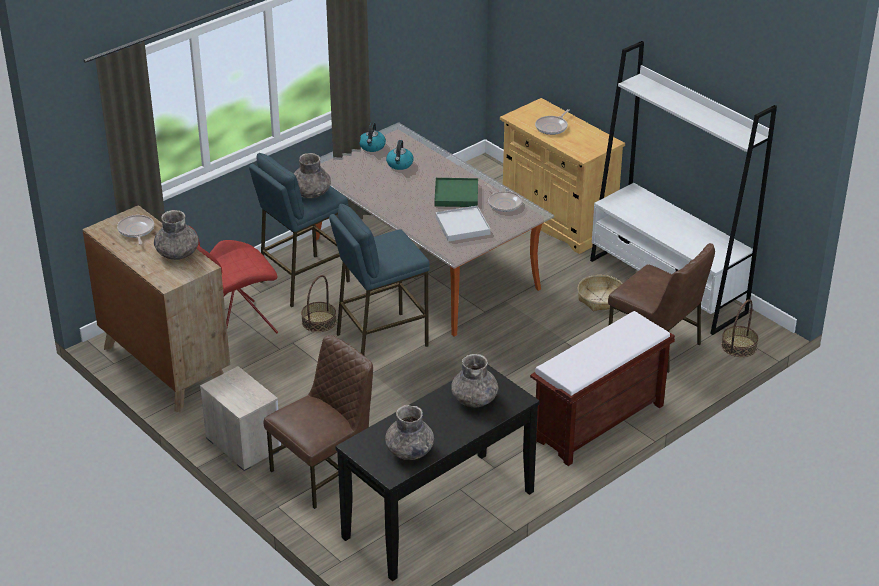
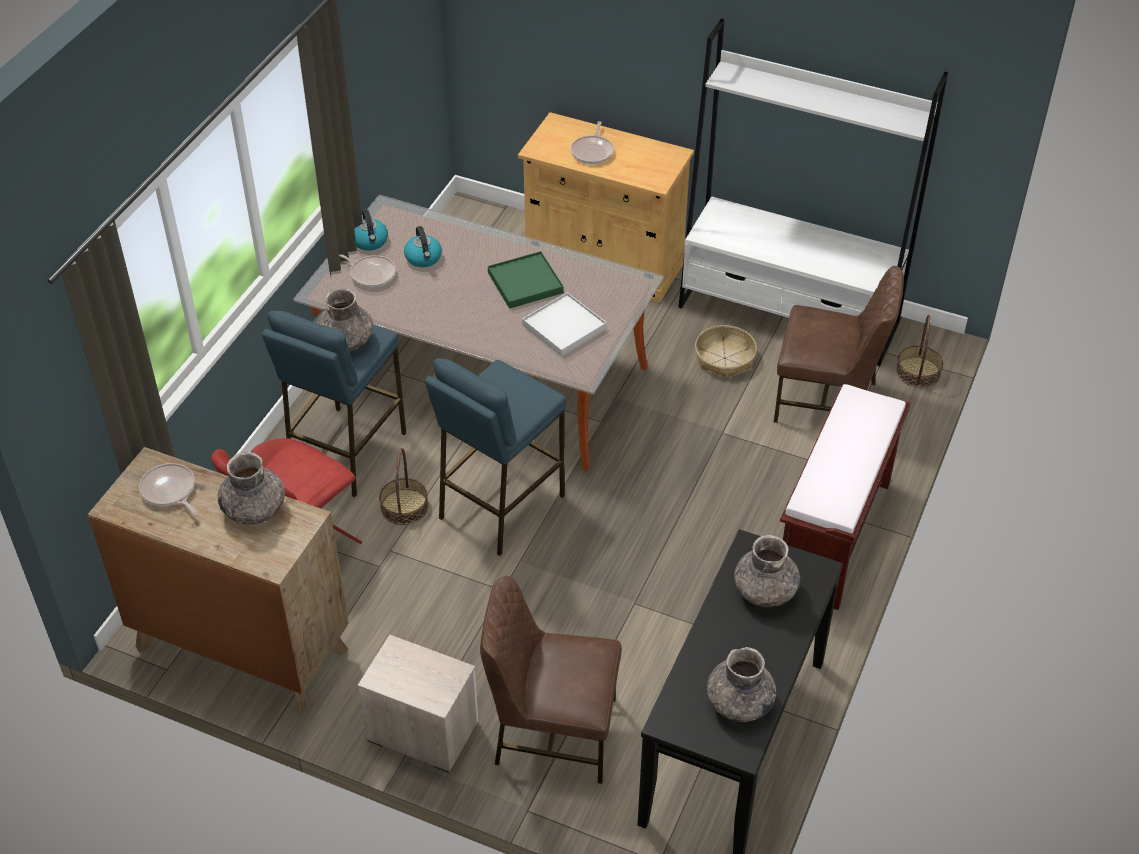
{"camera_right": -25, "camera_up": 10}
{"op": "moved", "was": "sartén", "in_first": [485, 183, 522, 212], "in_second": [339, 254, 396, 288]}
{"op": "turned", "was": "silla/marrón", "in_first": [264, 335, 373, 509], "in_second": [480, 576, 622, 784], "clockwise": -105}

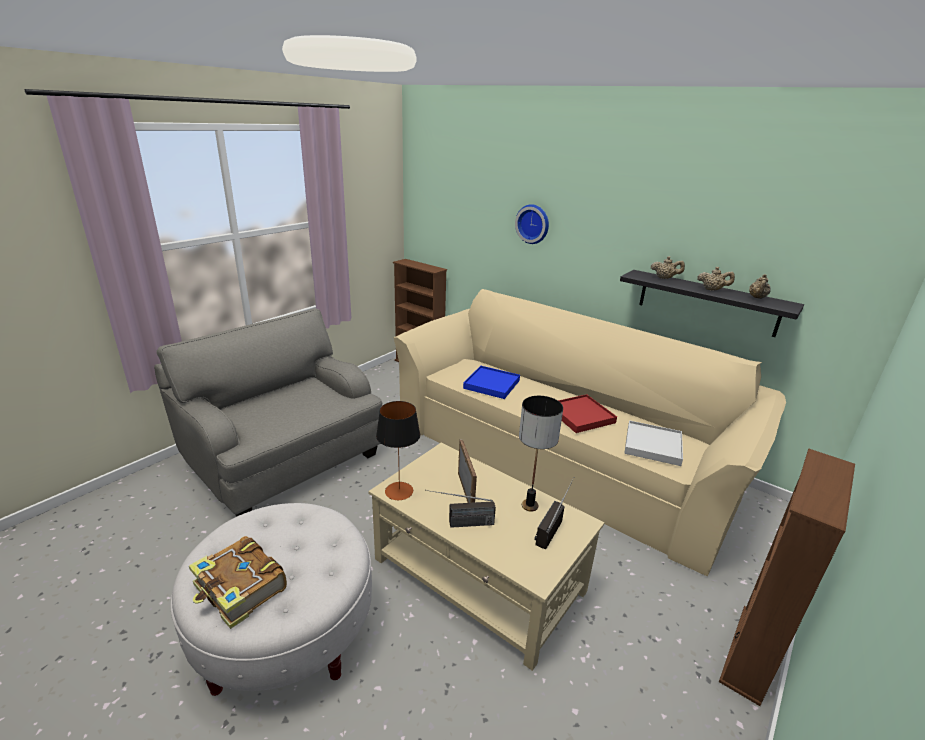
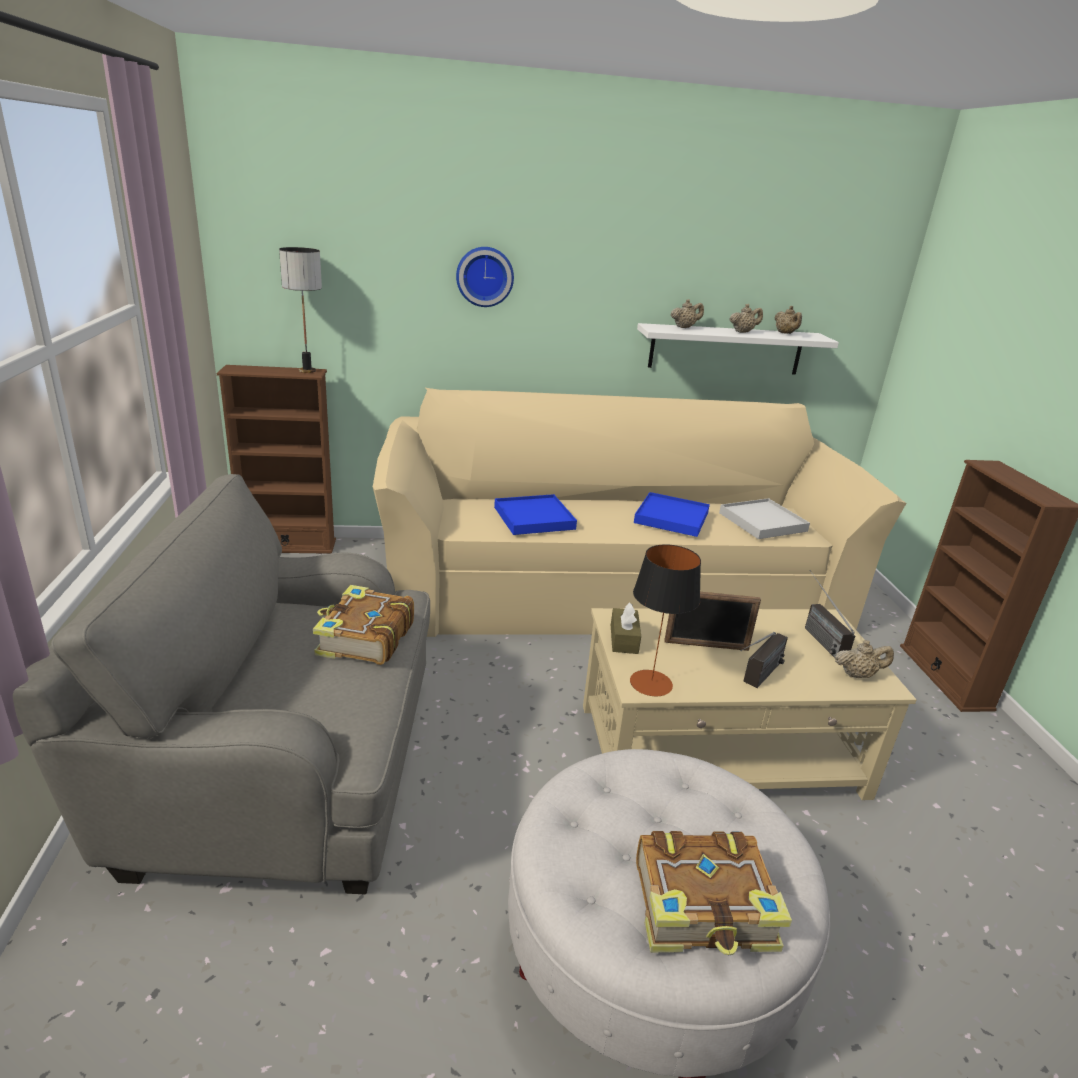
{"camera_right": -45, "camera_up": 0}
{"op": "recoloured", "was": "estante/negro", "now": "estante/blanco", "in_first": [620, 270, 804, 337], "in_second": [637, 323, 839, 375]}
{"op": "recoloured", "was": "bandeja/rojo", "now": "bandeja/azul", "in_first": [558, 394, 617, 433], "in_second": [634, 492, 710, 537]}
{"op": "moved", "was": "lámpara de mesa", "in_first": [519, 396, 563, 511], "in_second": [279, 247, 322, 373]}
{"op": "turned", "was": "portarretratos", "in_first": [458, 439, 477, 503], "in_second": [664, 592, 761, 651], "clockwise": 150}
{"op": "added", "now": "libro", "in_second": [313, 585, 414, 665]}
{"op": "added", "now": "caja de pañuelos/marrón", "in_second": [611, 603, 641, 654]}
{"op": "added", "now": "tetera/beis", "in_second": [835, 640, 894, 678]}

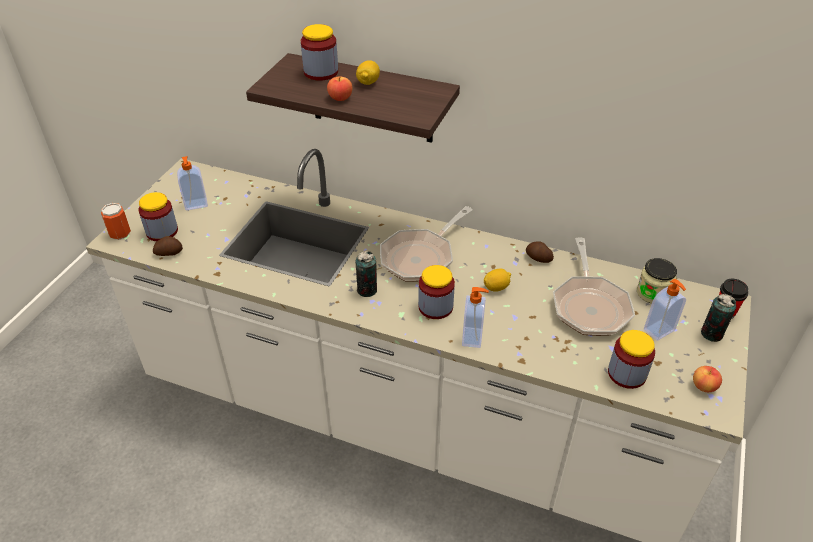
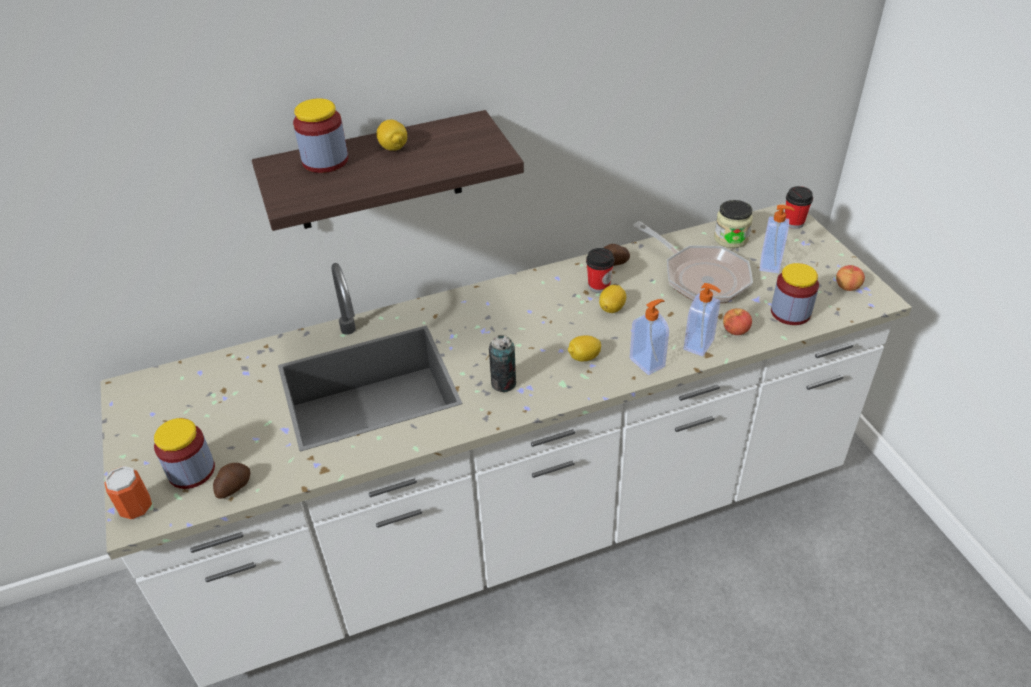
{"camera_right": -40, "camera_up": 0}
{"op": "moved", "was": "manzana", "in_first": [327, 77, 353, 101], "in_second": [723, 308, 752, 335]}
{"op": "moved", "was": "dispensador de jabón", "in_first": [177, 156, 208, 210], "in_second": [684, 283, 721, 357]}
{"op": "removed", "was": "sartén", "in_first": [380, 206, 473, 282]}
{"op": "replaced", "was": "tarro", "now": "limón", "in_first": [418, 265, 455, 319], "in_second": [568, 335, 601, 362]}
{"op": "removed", "was": "lata", "in_first": [701, 294, 736, 342]}
{"op": "added", "now": "taza", "in_second": [586, 248, 614, 293]}

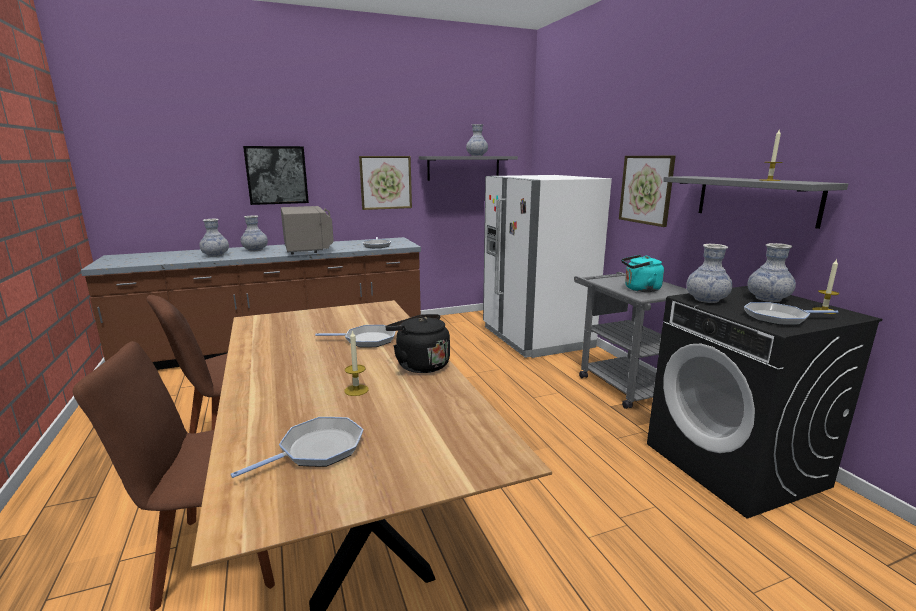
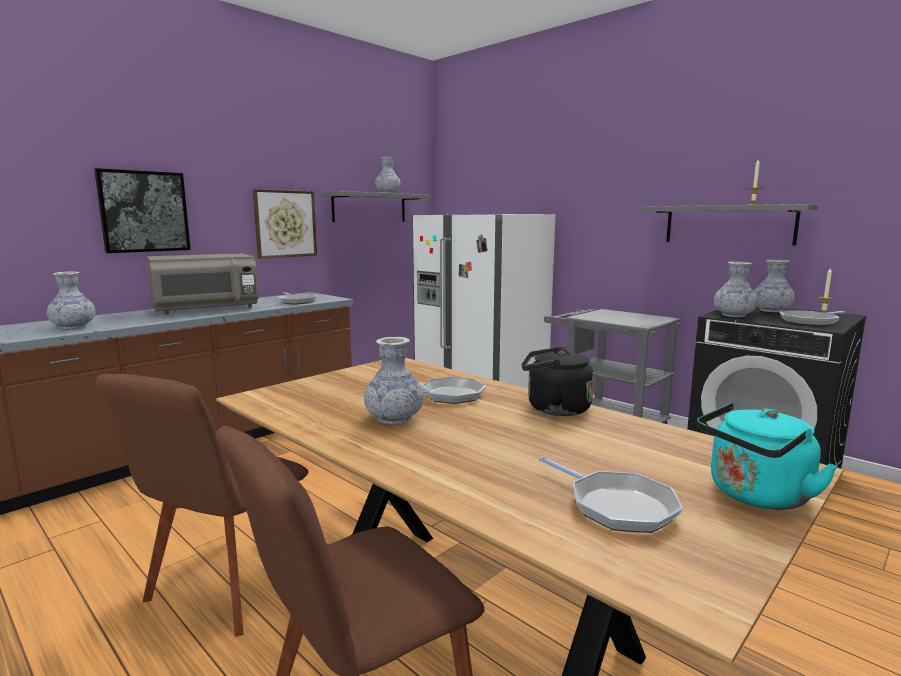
{"camera_right": -25, "camera_up": -5}
{"op": "removed", "was": "cuadro", "in_first": [619, 156, 676, 227]}
{"op": "turned", "was": "microondas/gris", "in_first": [281, 206, 334, 255], "in_second": [147, 254, 259, 314], "clockwise": 105}
{"op": "moved", "was": "florero", "in_first": [241, 215, 268, 251], "in_second": [364, 337, 424, 424]}
{"op": "moved", "was": "hervidor/turquesa", "in_first": [621, 255, 664, 292], "in_second": [697, 403, 838, 510]}
{"op": "removed", "was": "vela", "in_first": [344, 330, 369, 396]}
{"op": "turned", "was": "sartén", "in_first": [231, 417, 363, 478], "in_second": [539, 457, 683, 533], "clockwise": 120}

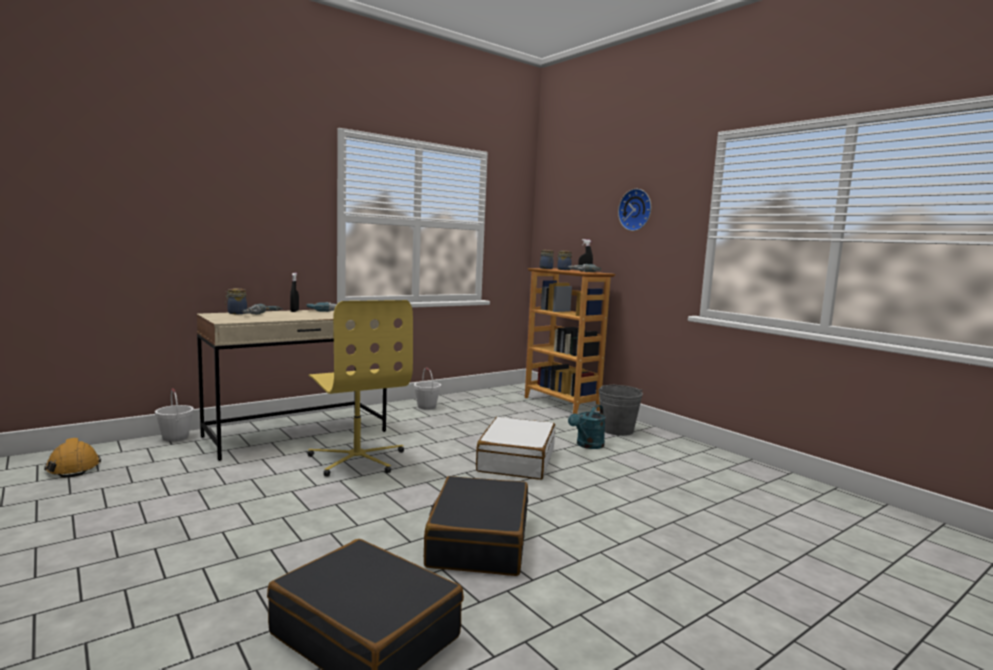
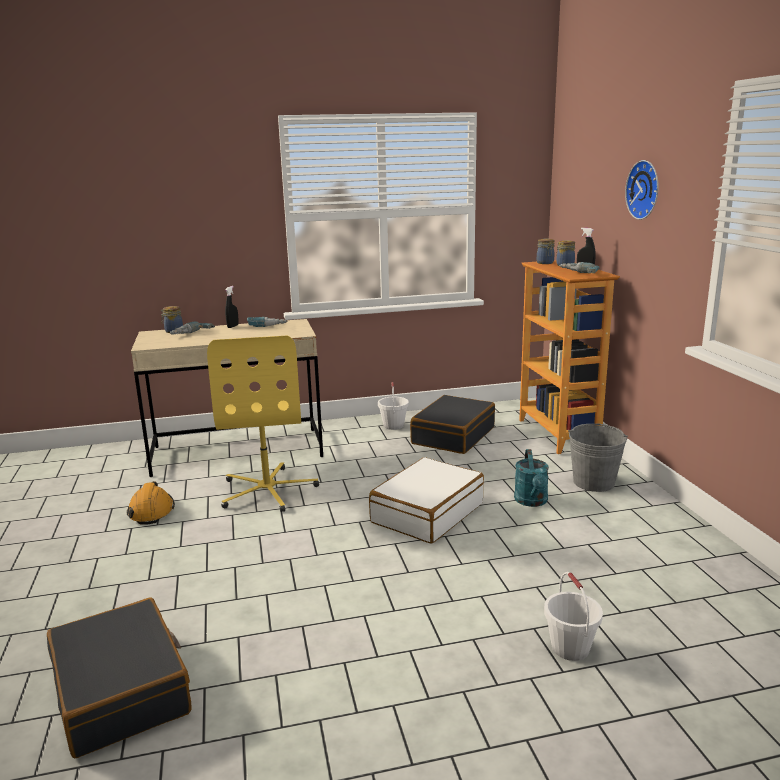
{"camera_right": 25, "camera_up": 10}
{"op": "moved", "was": "cubo/blanco", "in_first": [155, 388, 194, 442], "in_second": [544, 572, 603, 661]}
{"op": "turned", "was": "regadera/turquesa", "in_first": [568, 405, 606, 449], "in_second": [514, 449, 549, 507], "clockwise": -60}
{"op": "moved", "was": "casco/naranja", "in_first": [44, 438, 101, 478], "in_second": [127, 481, 175, 525]}
{"op": "moved", "was": "maleta/negro", "in_first": [424, 476, 528, 576], "in_second": [410, 395, 495, 454]}

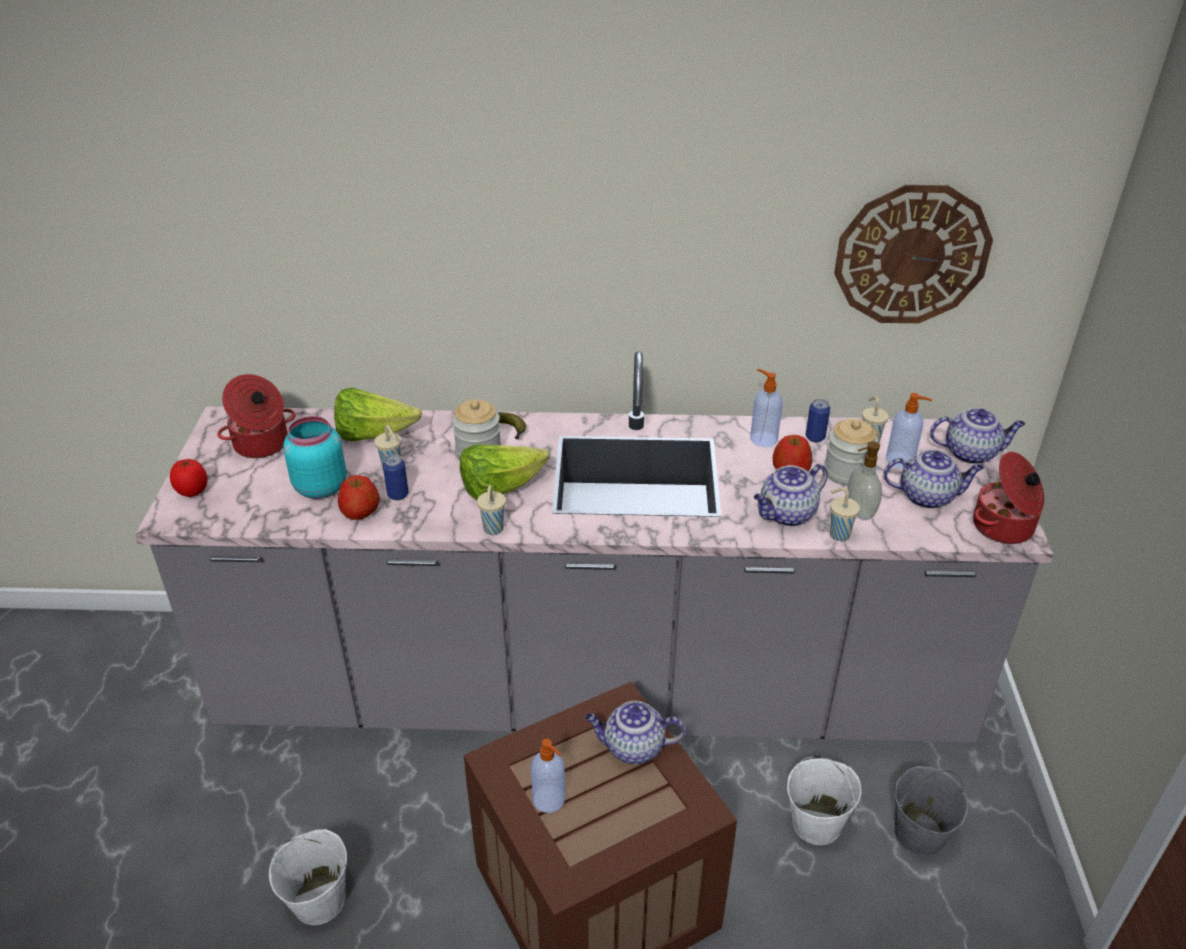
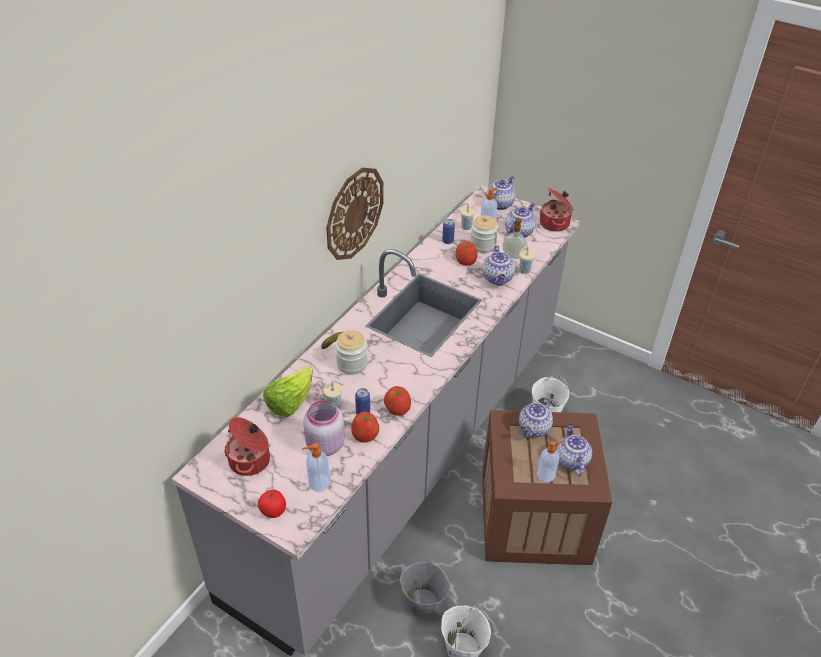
{"camera_right": -60, "camera_up": 5}
{"op": "moved", "was": "reloj de pared", "in_first": [834, 185, 993, 323], "in_second": [326, 168, 384, 260]}
{"op": "moved", "was": "dispensador de jabón", "in_first": [750, 369, 783, 447], "in_second": [302, 443, 330, 492]}
{"op": "recoloured", "was": "tarro/turquesa", "now": "tarro/rosa", "in_first": [283, 416, 347, 499], "in_second": [303, 400, 345, 456]}
{"op": "removed", "was": "lechuga", "in_first": [460, 445, 549, 500]}
{"op": "removed", "was": "taza/beis", "in_first": [477, 485, 506, 535]}
{"op": "moved", "was": "cubo/gris", "in_first": [895, 766, 968, 856], "in_second": [400, 560, 449, 618]}
{"op": "added", "now": "manzana", "in_second": [384, 386, 411, 416]}
{"op": "added", "now": "tetera", "in_second": [557, 423, 592, 476]}

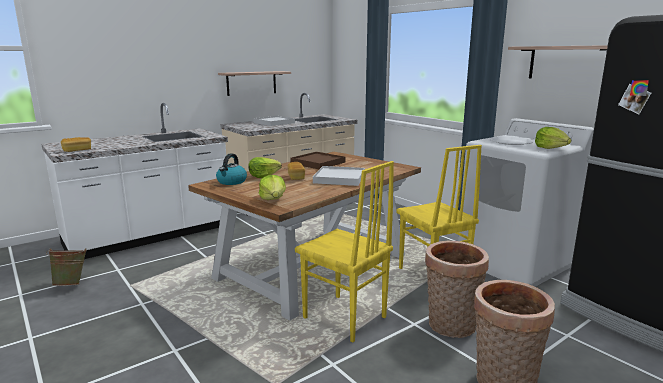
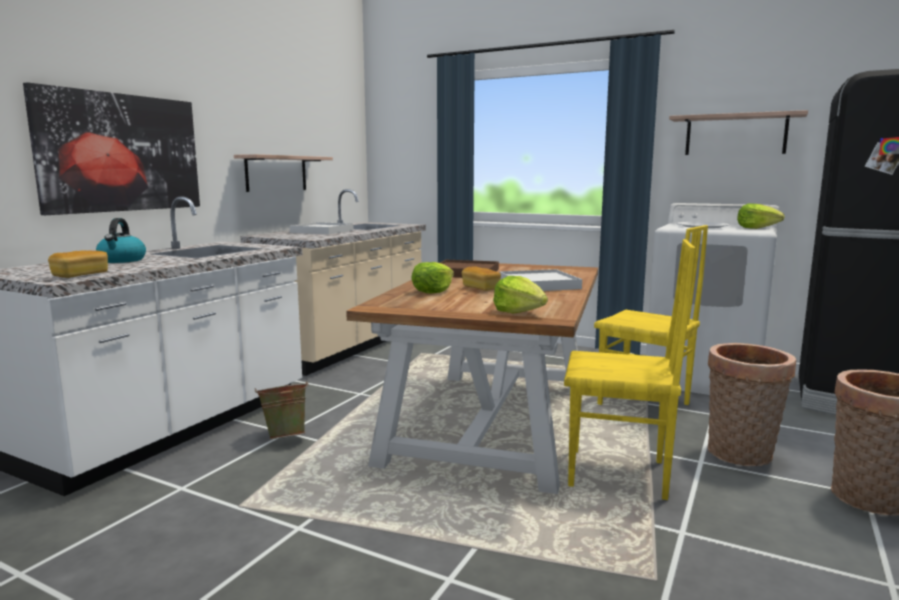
{"camera_right": -25, "camera_up": -5}
{"op": "moved", "was": "hervidor", "in_first": [216, 153, 247, 185], "in_second": [96, 218, 146, 263]}
{"op": "moved", "was": "cubo/verde", "in_first": [46, 248, 87, 286], "in_second": [255, 381, 309, 439]}
{"op": "added", "now": "cuadro", "in_second": [23, 82, 200, 215]}

